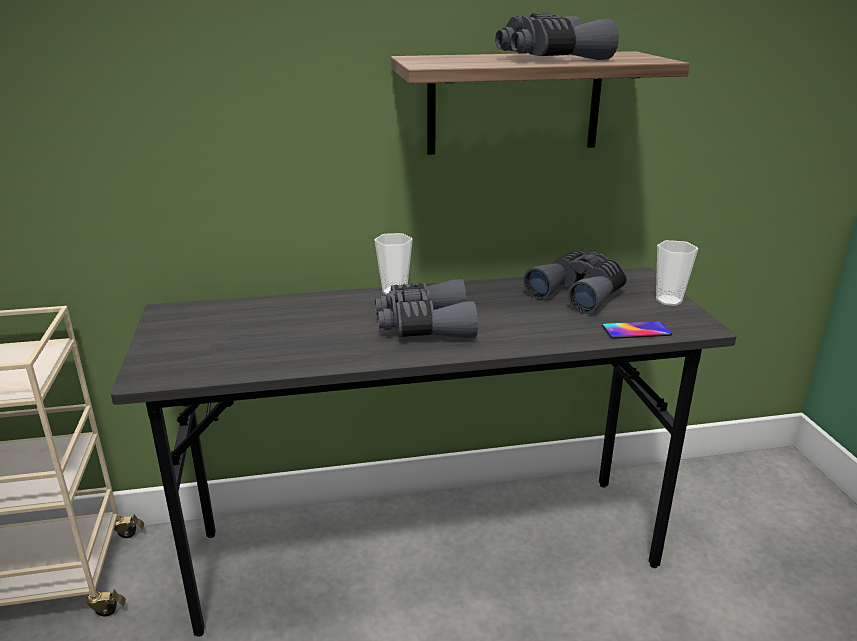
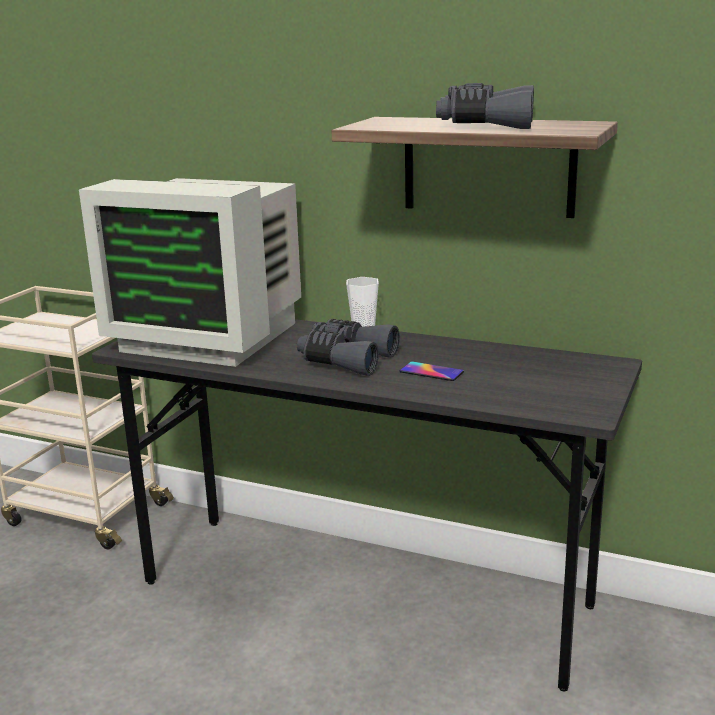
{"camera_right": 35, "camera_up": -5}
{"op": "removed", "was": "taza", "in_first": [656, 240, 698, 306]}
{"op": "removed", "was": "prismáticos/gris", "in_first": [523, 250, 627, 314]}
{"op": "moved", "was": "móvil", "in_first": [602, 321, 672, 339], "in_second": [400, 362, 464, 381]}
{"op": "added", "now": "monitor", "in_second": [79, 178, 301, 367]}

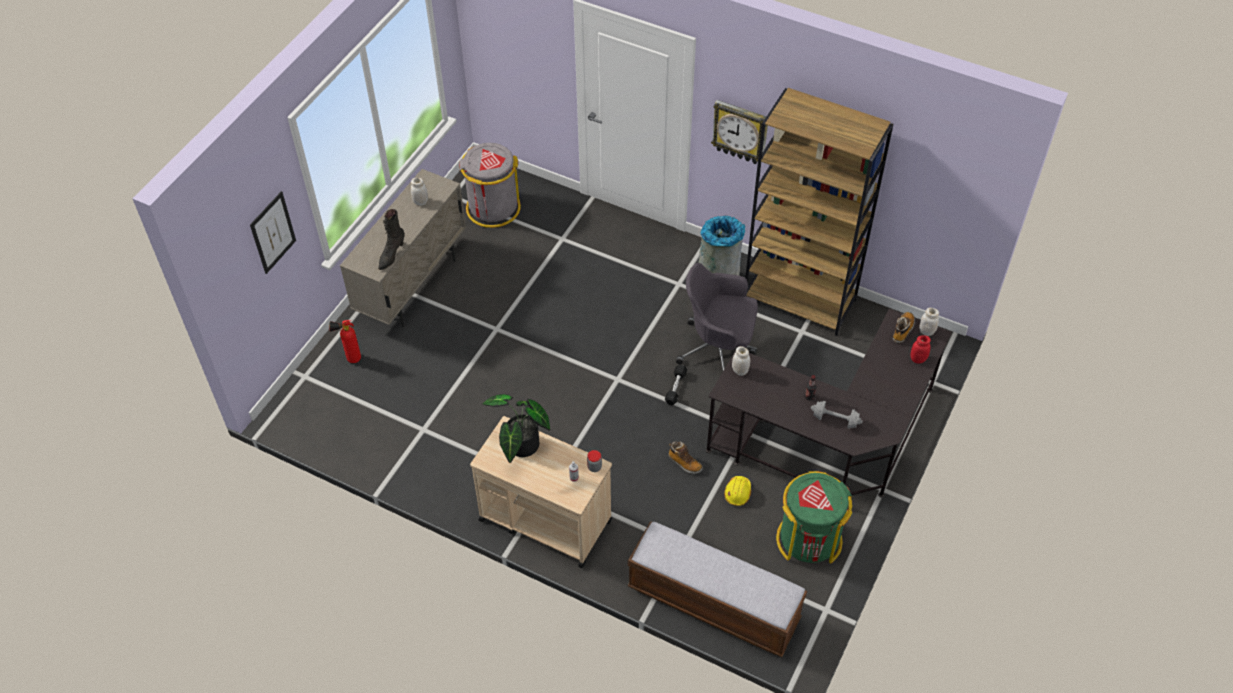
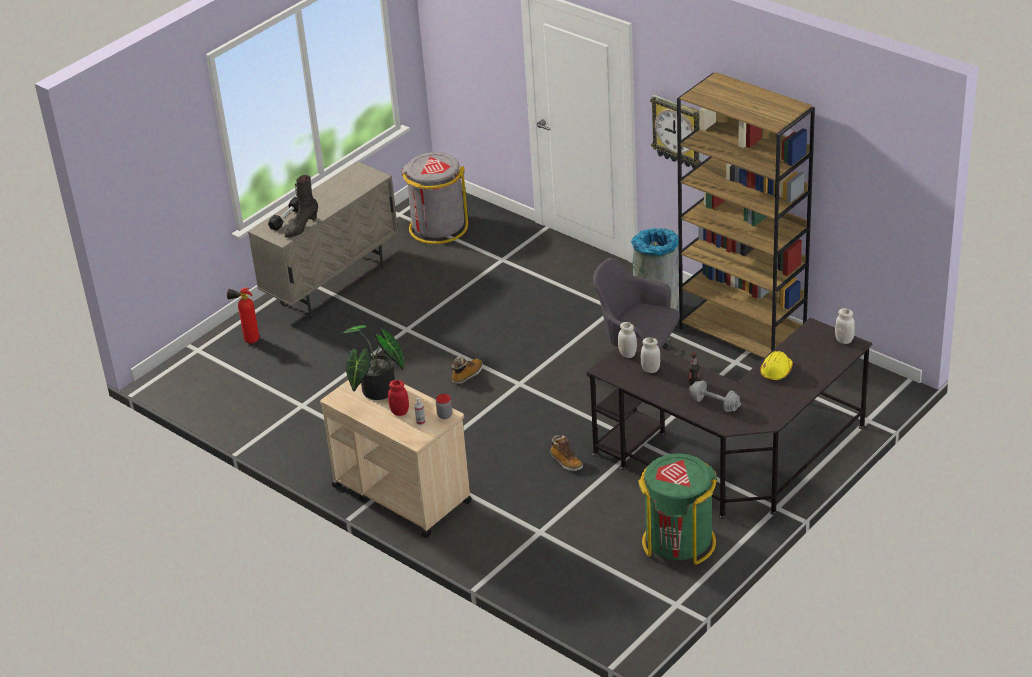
{"camera_right": 15, "camera_up": -15}
{"op": "moved", "was": "tarro/blanco", "in_first": [411, 178, 428, 205], "in_second": [641, 337, 660, 373]}
{"op": "removed", "was": "cuadro", "in_first": [250, 191, 296, 274]}
{"op": "moved", "was": "bota", "in_first": [893, 312, 915, 343], "in_second": [451, 356, 483, 385]}
{"op": "moved", "was": "tarro/rojo", "in_first": [910, 335, 931, 364], "in_second": [388, 380, 409, 416]}
{"op": "moved", "was": "mancuerna/negro", "in_first": [665, 364, 687, 405], "in_second": [268, 197, 299, 231]}
{"op": "moved", "was": "casco/amarillo", "in_first": [724, 476, 751, 506], "in_second": [760, 351, 793, 381]}
{"op": "removed", "was": "banco", "in_first": [628, 521, 807, 657]}

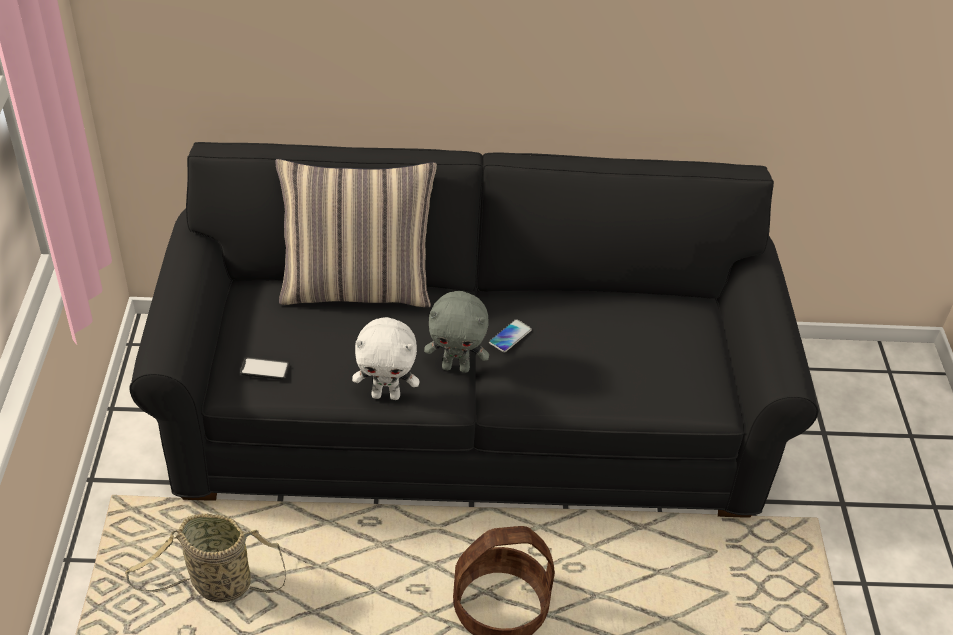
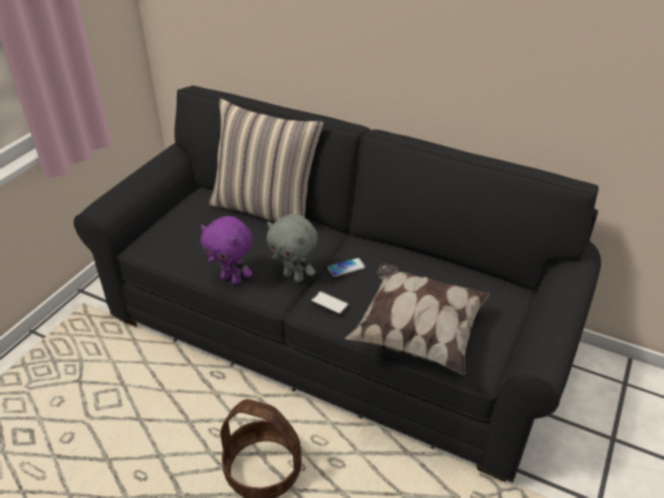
{"camera_right": 30, "camera_up": -5}
{"op": "recoloured", "was": "peluche/blanco", "now": "peluche/morado", "in_first": [352, 317, 419, 400], "in_second": [201, 216, 253, 285]}
{"op": "moved", "was": "móvil", "in_first": [240, 357, 290, 380], "in_second": [310, 291, 350, 315]}
{"op": "removed", "was": "cesta", "in_first": [125, 513, 286, 602]}
{"op": "added", "now": "cojín", "in_second": [345, 263, 490, 375]}

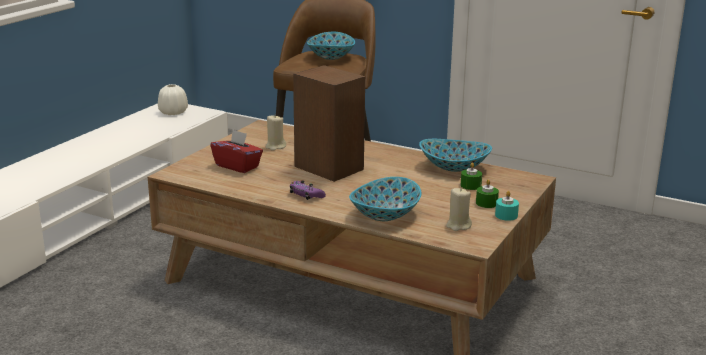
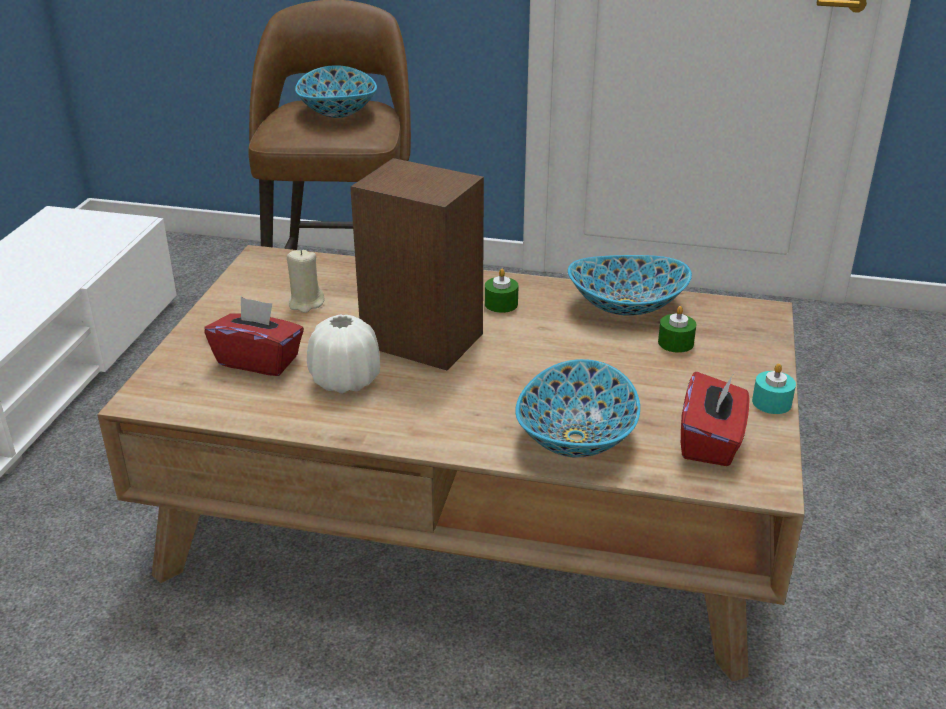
{"camera_right": -15, "camera_up": 10}
{"op": "moved", "was": "florero/blanco", "in_first": [158, 84, 188, 115], "in_second": [307, 315, 380, 394]}
{"op": "moved", "was": "vela/verde", "in_first": [476, 179, 499, 208], "in_second": [485, 269, 518, 313]}
{"op": "removed", "was": "mando de consola/morado", "in_first": [290, 180, 326, 200]}
{"op": "replaced", "was": "vela/beis", "now": "caja de pañuelos/rojo", "in_first": [446, 188, 472, 231], "in_second": [681, 372, 750, 466]}

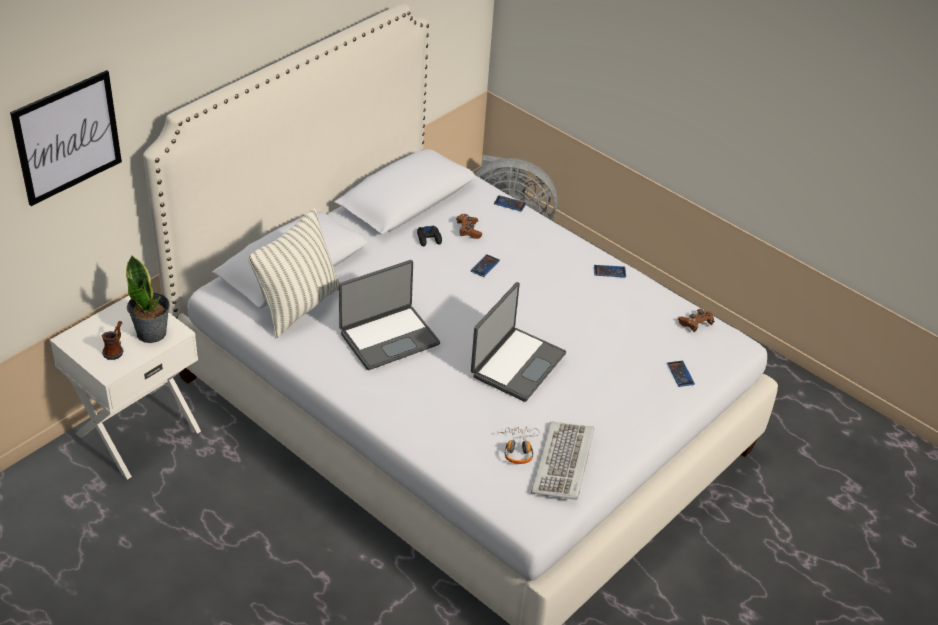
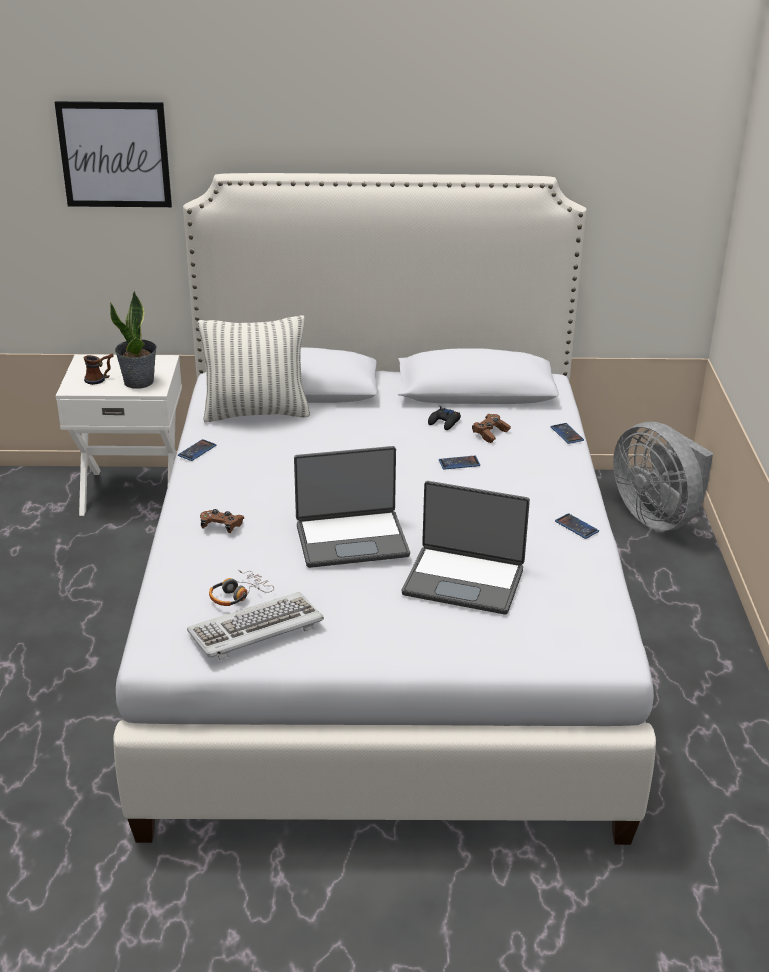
{"camera_right": 50, "camera_up": -10}
{"op": "moved", "was": "portátil", "in_first": [339, 260, 440, 370], "in_second": [402, 481, 530, 615]}
{"op": "moved", "was": "mando de consola/marrón", "in_first": [678, 309, 714, 332], "in_second": [200, 509, 244, 533]}
{"op": "moved", "was": "móvil", "in_first": [667, 361, 695, 387], "in_second": [178, 439, 216, 461]}

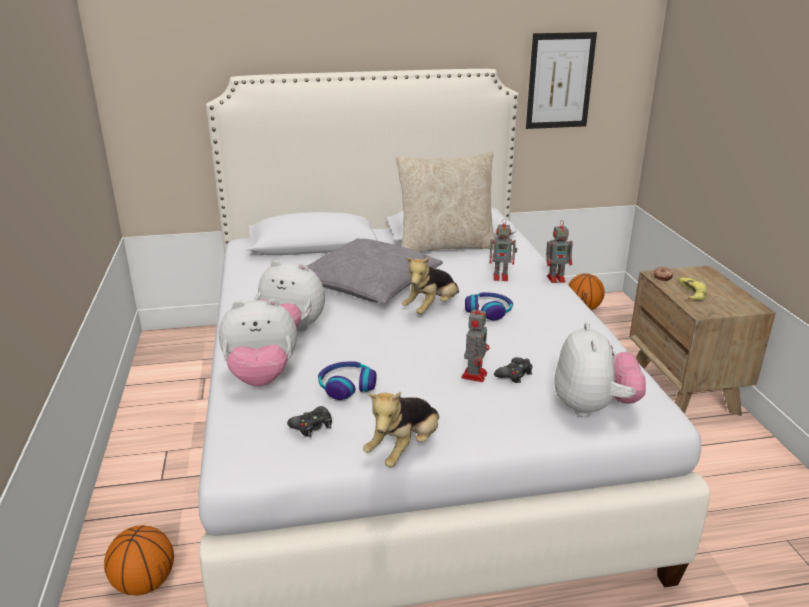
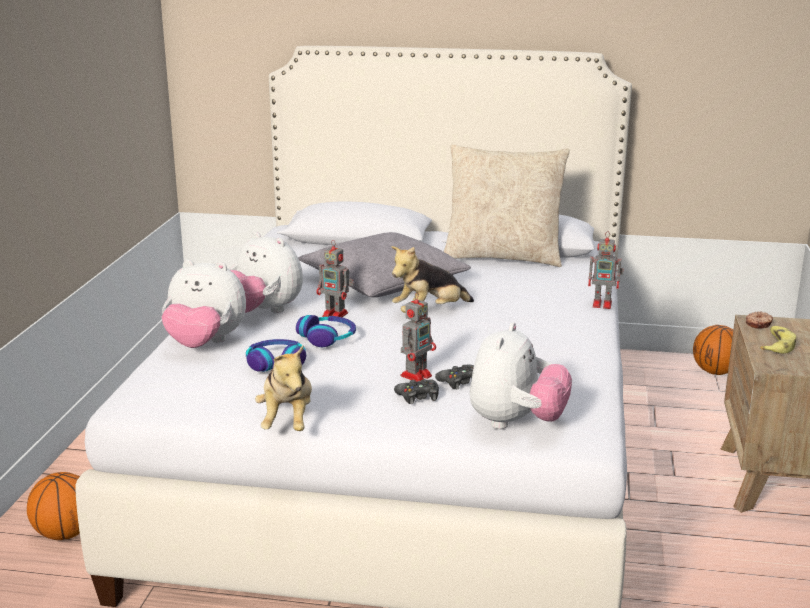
{"camera_right": 20, "camera_up": -5}
{"op": "removed", "was": "cuadro", "in_first": [526, 32, 597, 129]}
{"op": "moved", "was": "robot de juguete", "in_first": [489, 219, 517, 281], "in_second": [316, 240, 353, 317]}
{"op": "moved", "was": "auriculares", "in_first": [465, 292, 513, 320], "in_second": [296, 315, 356, 347]}
{"op": "turned", "was": "peluche", "in_first": [363, 391, 439, 468], "in_second": [255, 346, 312, 431], "clockwise": -60}
{"op": "moved", "was": "mando de consola/negro", "in_first": [287, 406, 332, 437], "in_second": [394, 379, 439, 404]}

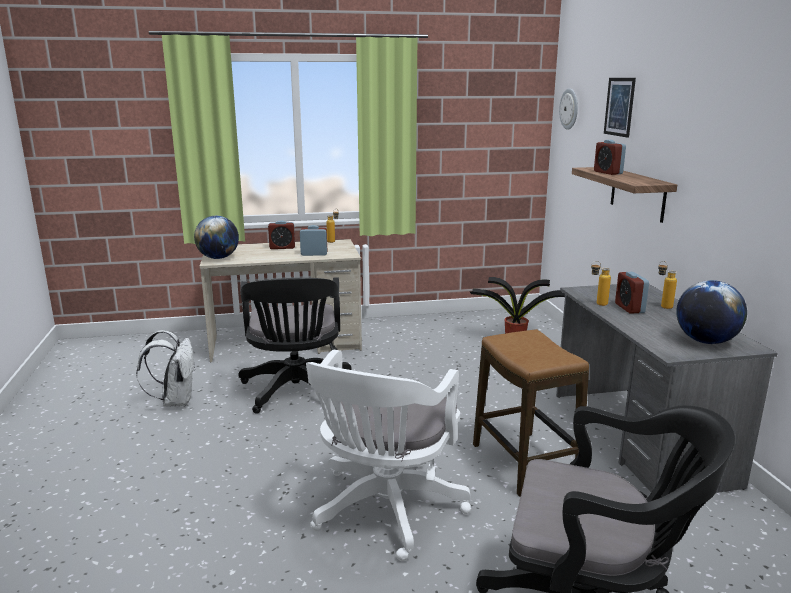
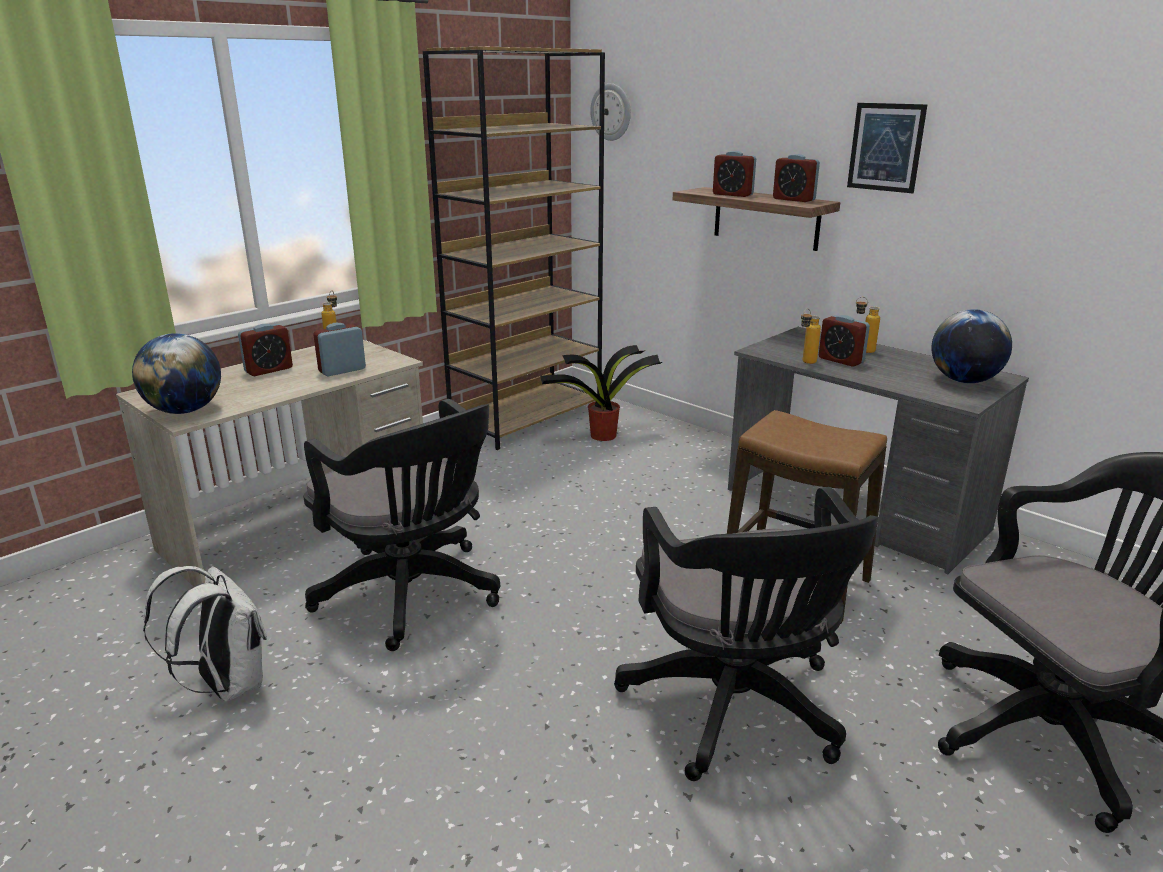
{"camera_right": -35, "camera_up": 5}
{"op": "moved", "was": "cuadro", "in_first": [604, 78, 636, 138], "in_second": [847, 103, 928, 193]}
{"op": "recoloured", "was": "silla de oficina/blanco", "now": "silla de oficina/negro", "in_first": [306, 350, 471, 561], "in_second": [614, 487, 879, 781]}
{"op": "added", "now": "estantería/marrón", "in_second": [423, 46, 605, 450]}
{"op": "added", "now": "despertador", "in_second": [773, 154, 820, 202]}

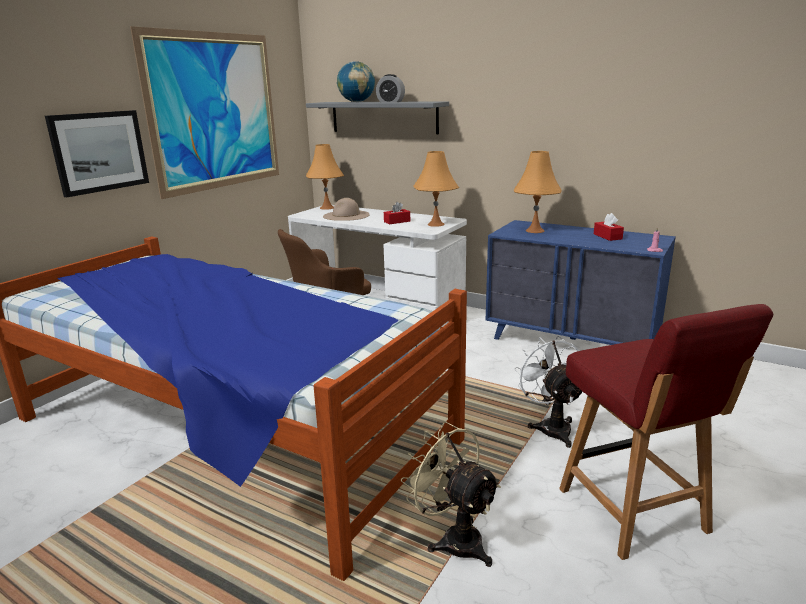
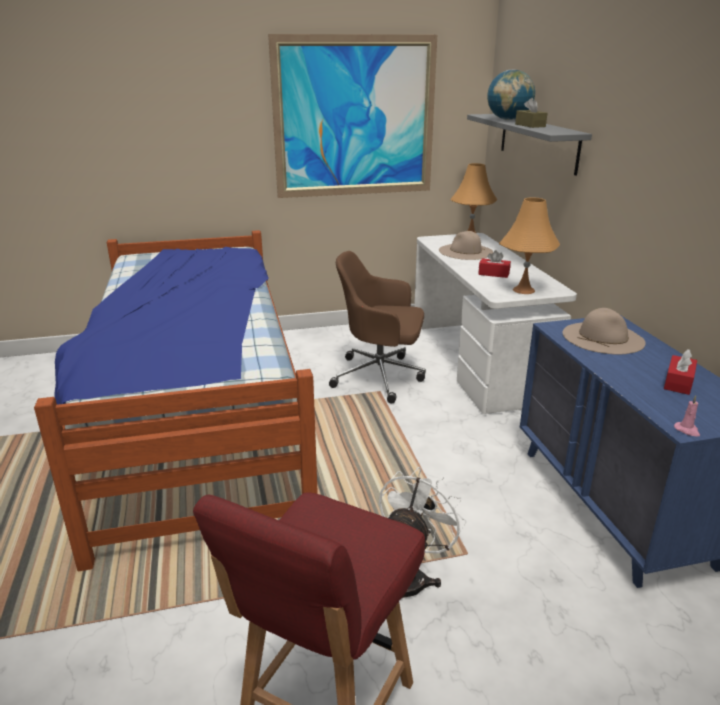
{"camera_right": 45, "camera_up": 5}
{"op": "replaced", "was": "despertador", "now": "caja de pañuelos/marrón", "in_first": [376, 74, 405, 103], "in_second": [515, 98, 547, 128]}
{"op": "removed", "was": "cuadro", "in_first": [45, 110, 149, 197]}
{"op": "replaced", "was": "lámpara de mesa/naranja", "now": "sombrero/beis", "in_first": [514, 151, 562, 233], "in_second": [562, 308, 646, 355]}
{"op": "removed", "was": "ventilador/beis", "in_first": [401, 421, 501, 567]}

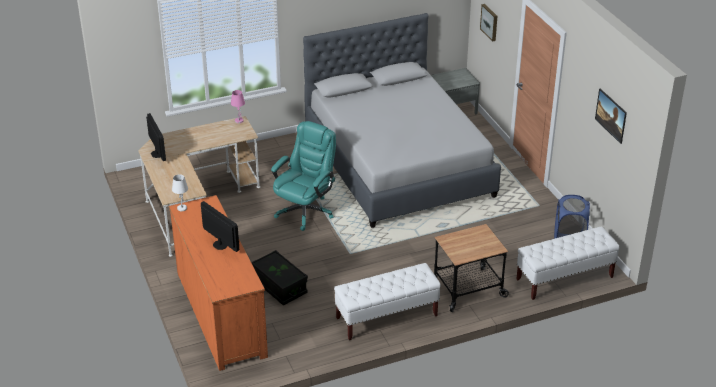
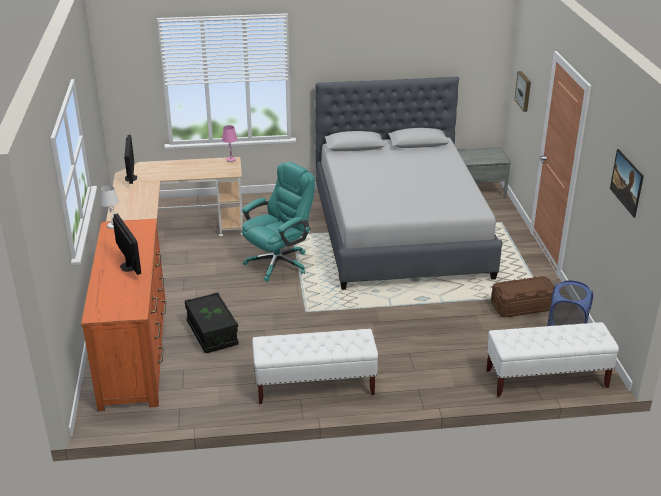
{"camera_right": 15, "camera_up": -5}
{"op": "removed", "was": "carrito", "in_first": [434, 224, 509, 312]}
{"op": "added", "now": "caja de almacenaje/marrón", "in_second": [491, 276, 556, 318]}

